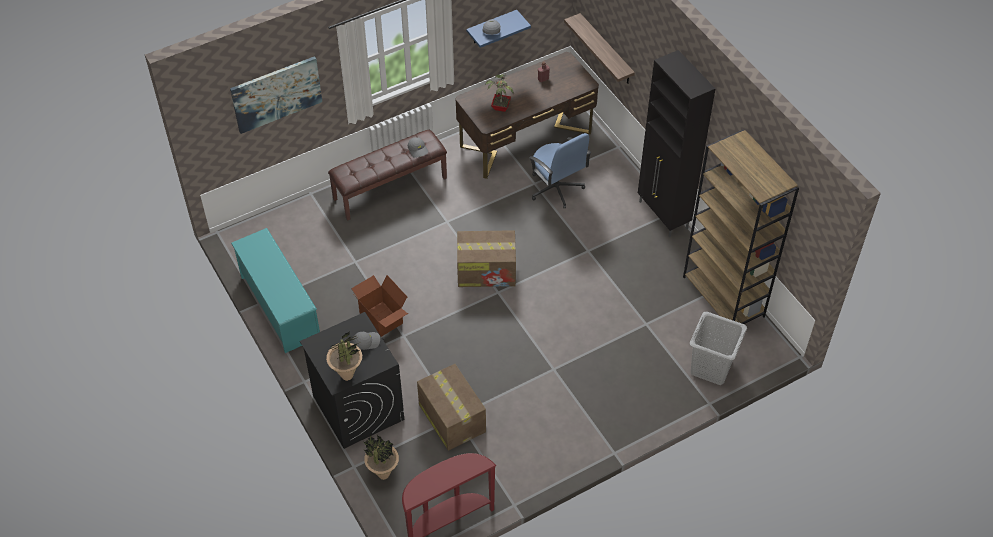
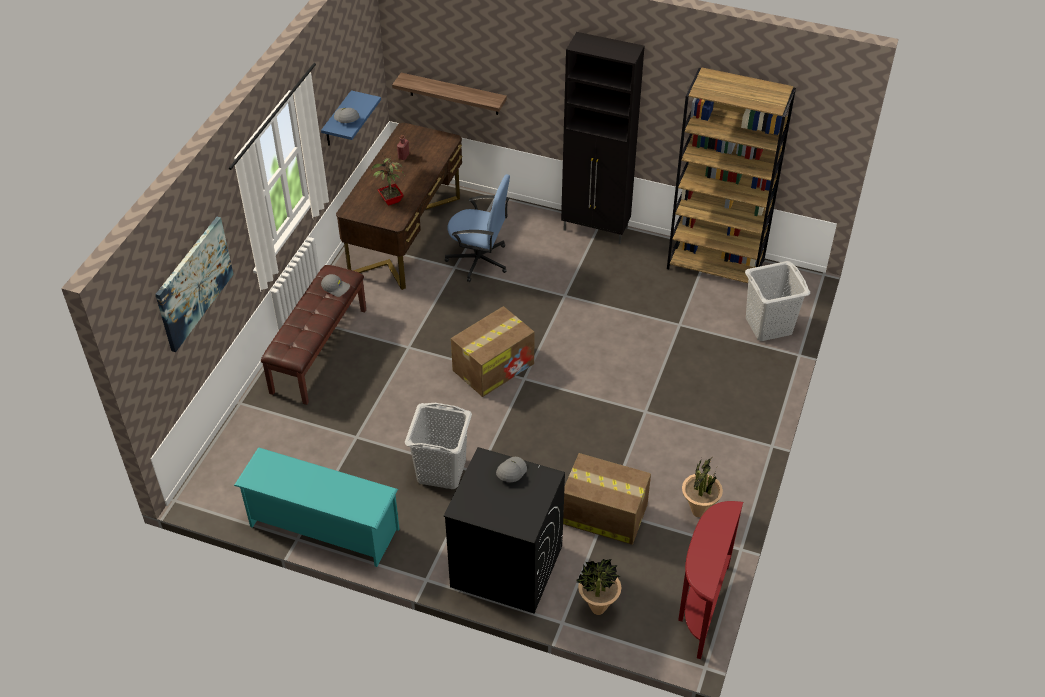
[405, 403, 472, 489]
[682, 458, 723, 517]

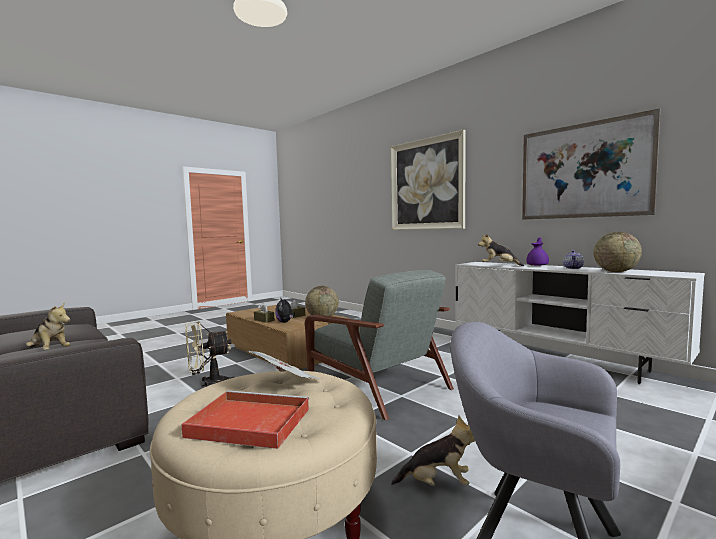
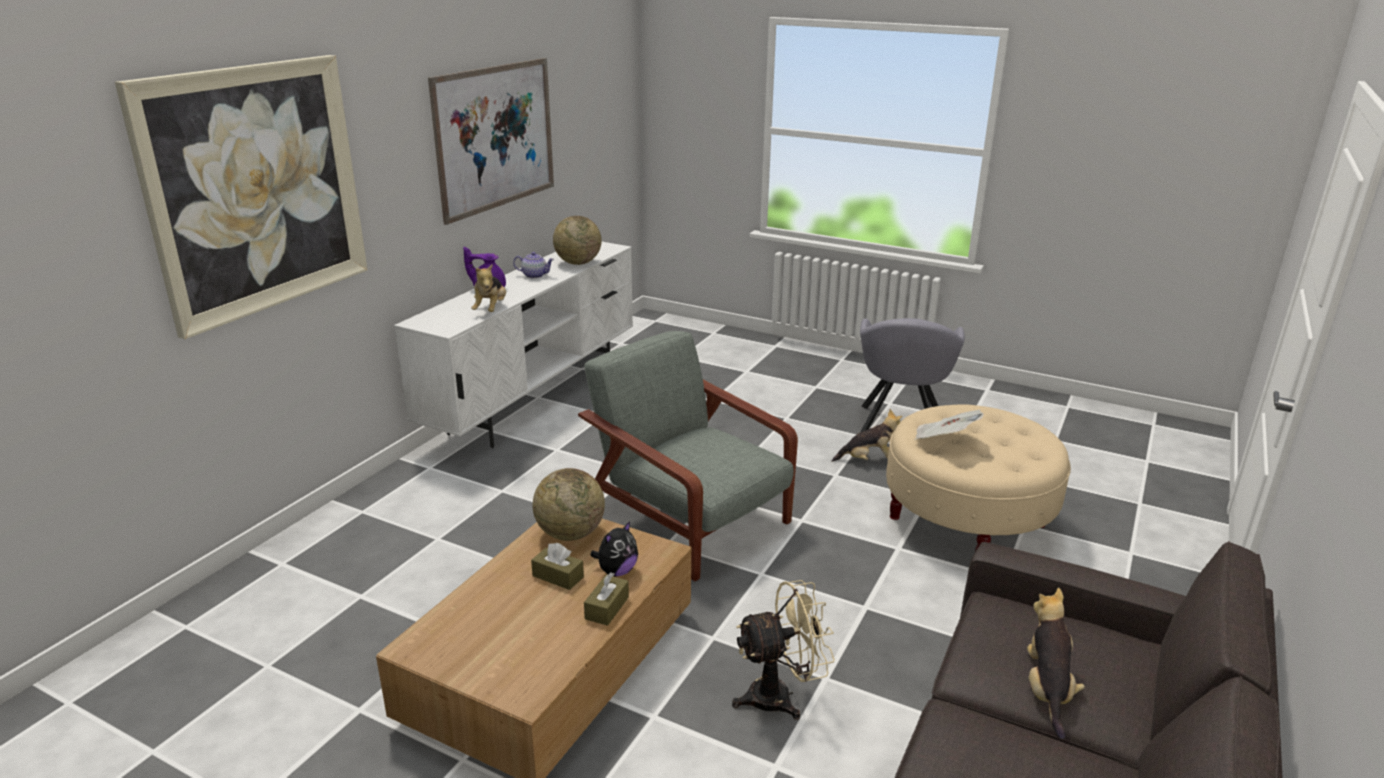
[578, 331, 798, 581]
[732, 580, 835, 720]
[181, 390, 309, 449] (first image)
[832, 409, 903, 462]

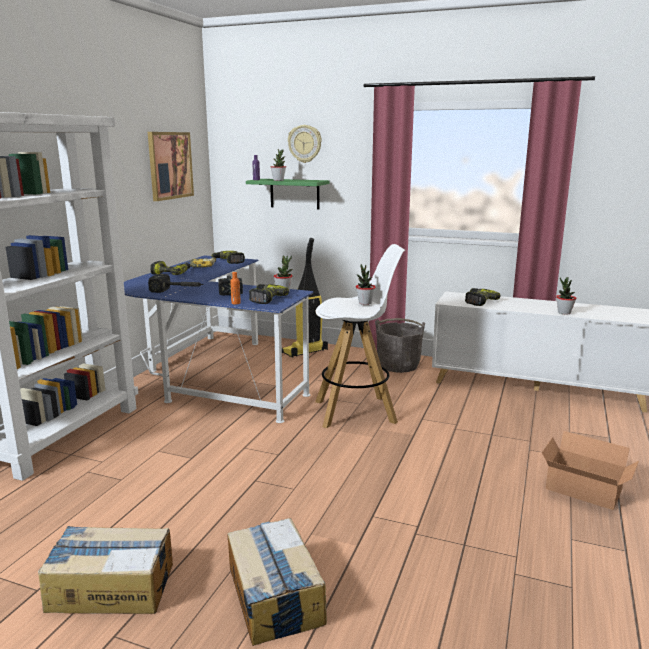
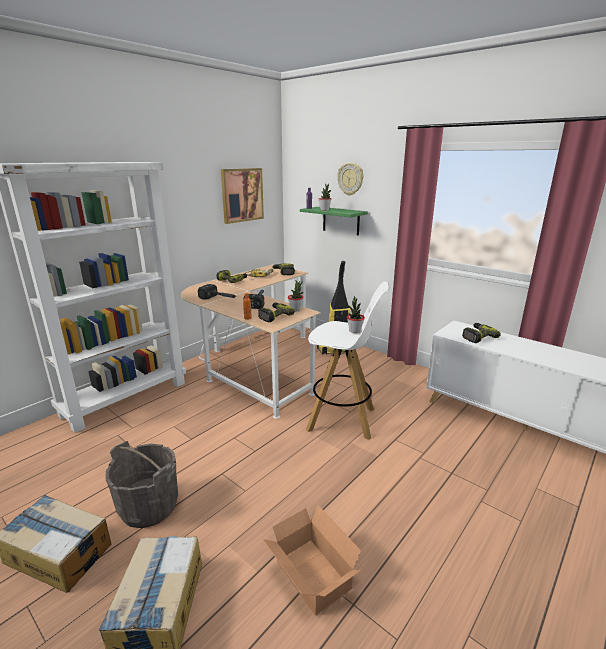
[181, 265, 321, 419]
[556, 277, 576, 314] (first image)
[105, 441, 178, 528]
[263, 505, 361, 616]

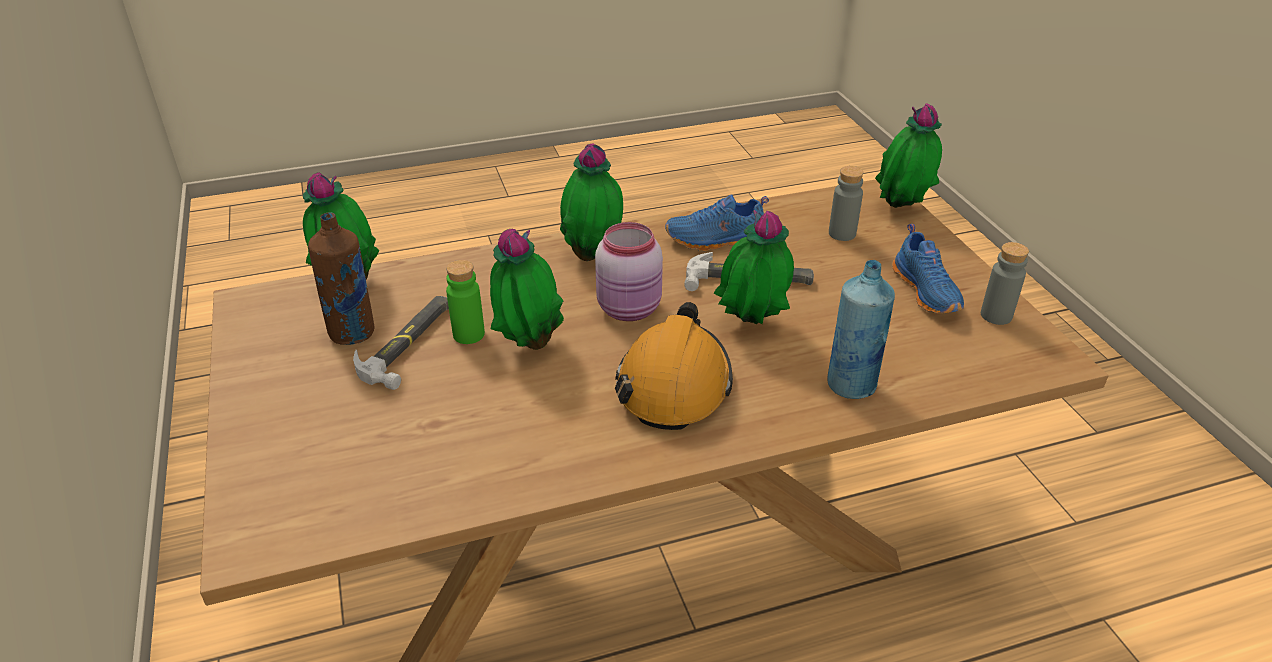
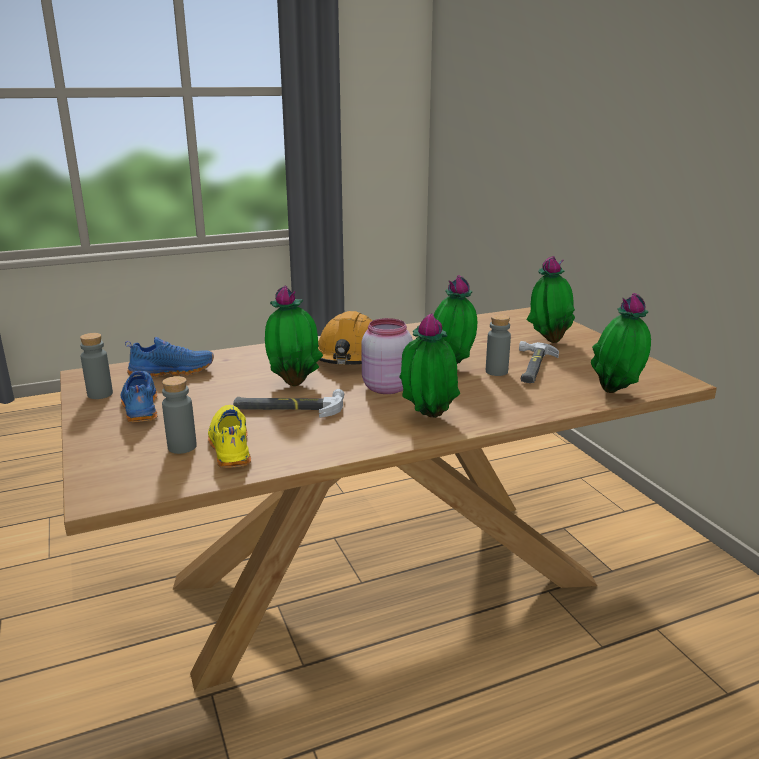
[527, 256, 575, 343]
[125, 337, 214, 377]
[308, 213, 374, 345] (first image)
[486, 314, 511, 376]
[827, 260, 895, 399] (first image)
[208, 405, 251, 468]

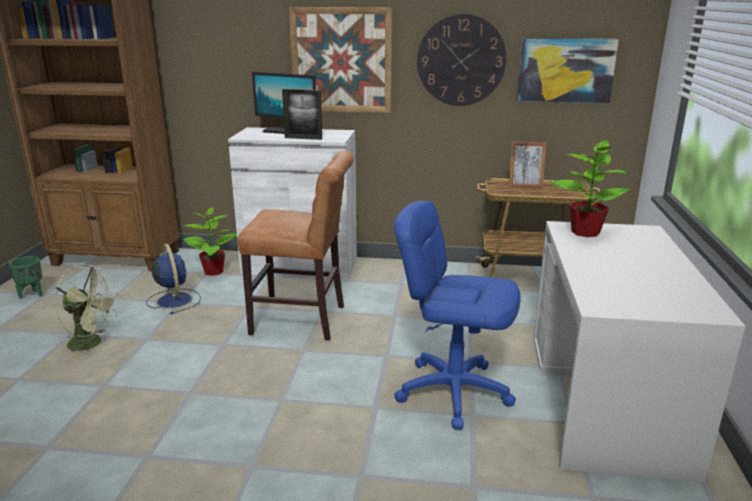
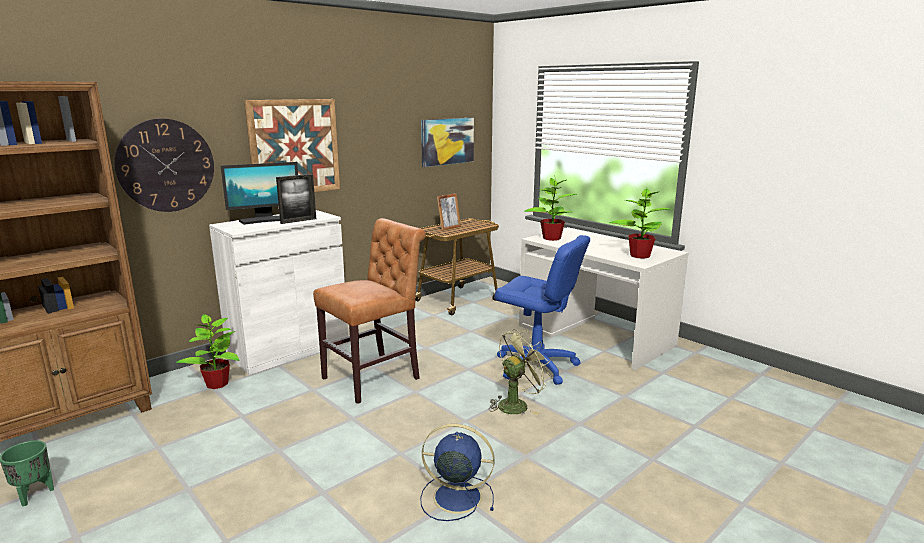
[114, 118, 214, 212]
[494, 235, 590, 385]
[420, 424, 495, 521]
[489, 329, 553, 415]
[609, 186, 670, 259]

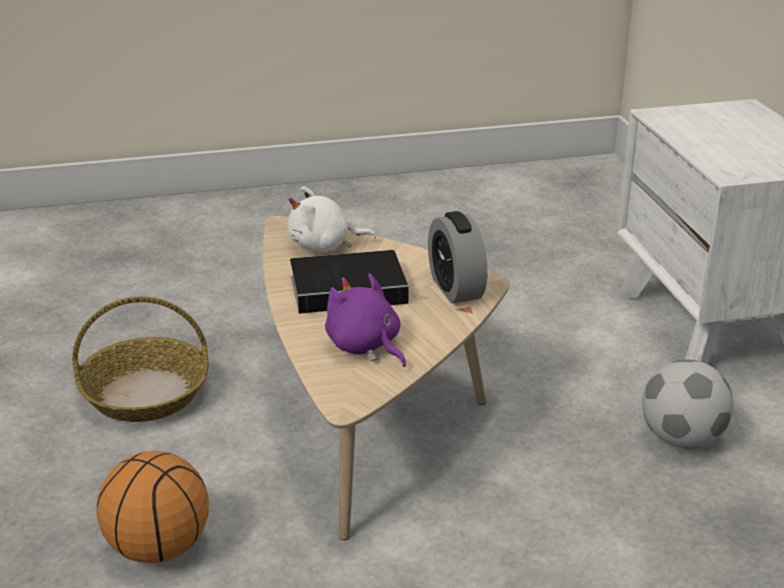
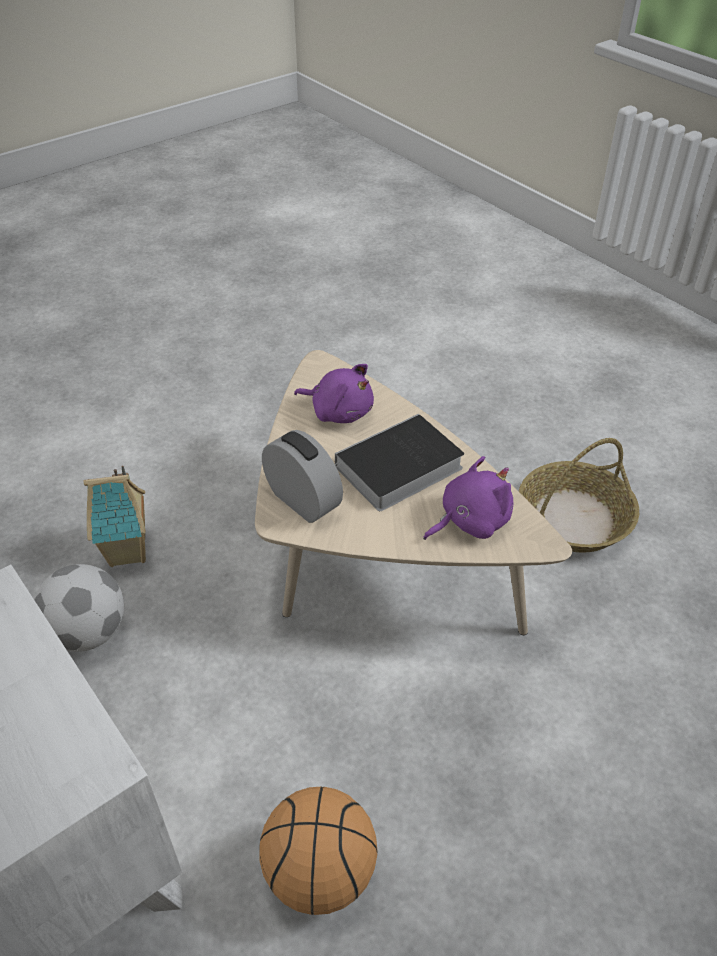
[423, 456, 513, 540]
[259, 786, 378, 915]
[84, 466, 146, 567]

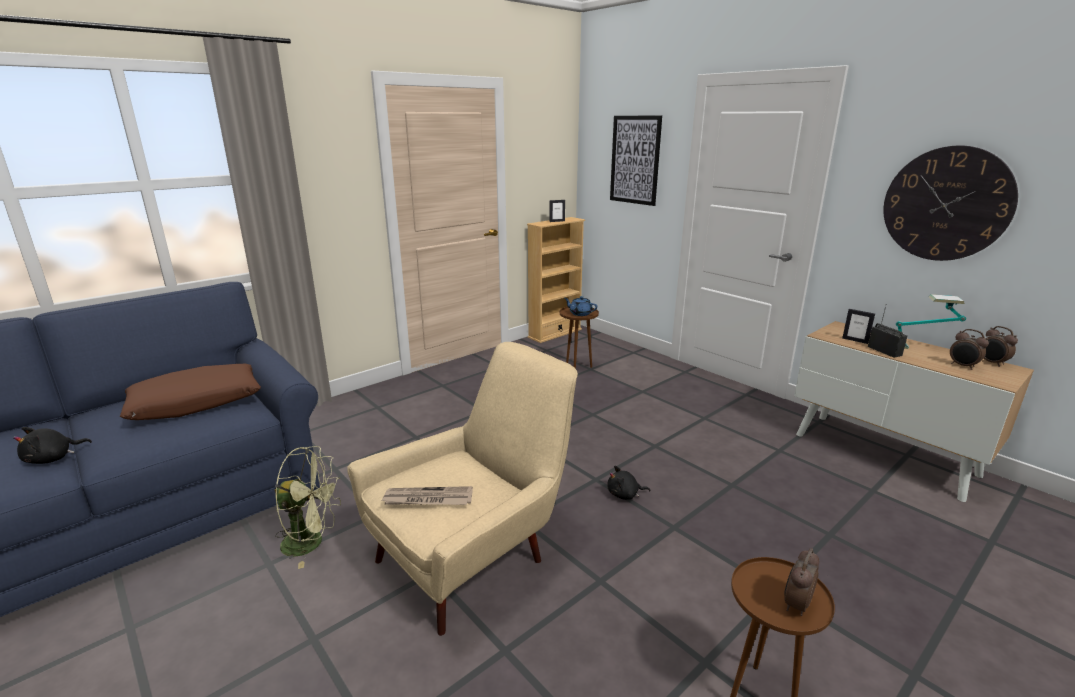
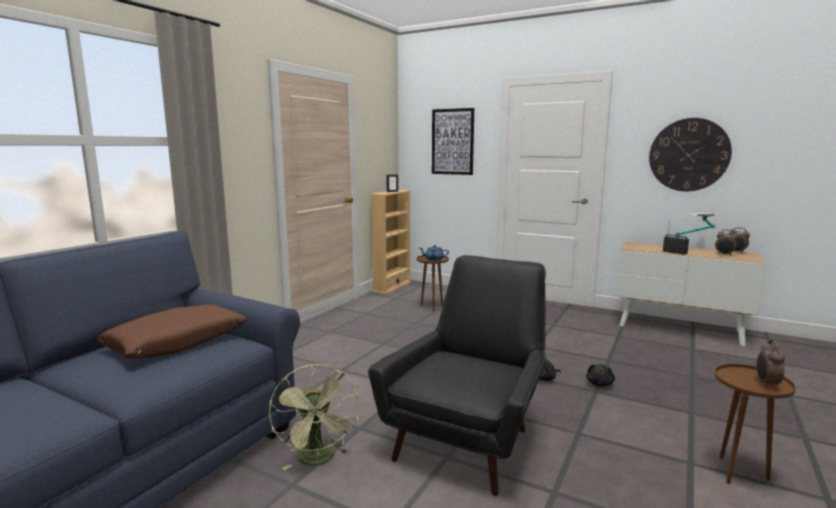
[842, 309, 875, 344] (first image)
[368, 255, 546, 496]
[586, 364, 615, 387]
[269, 364, 358, 470]
[381, 486, 473, 505] (first image)

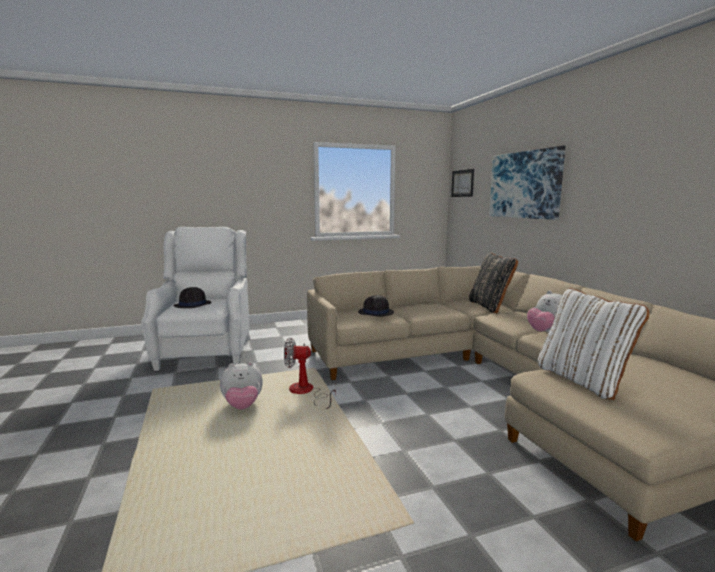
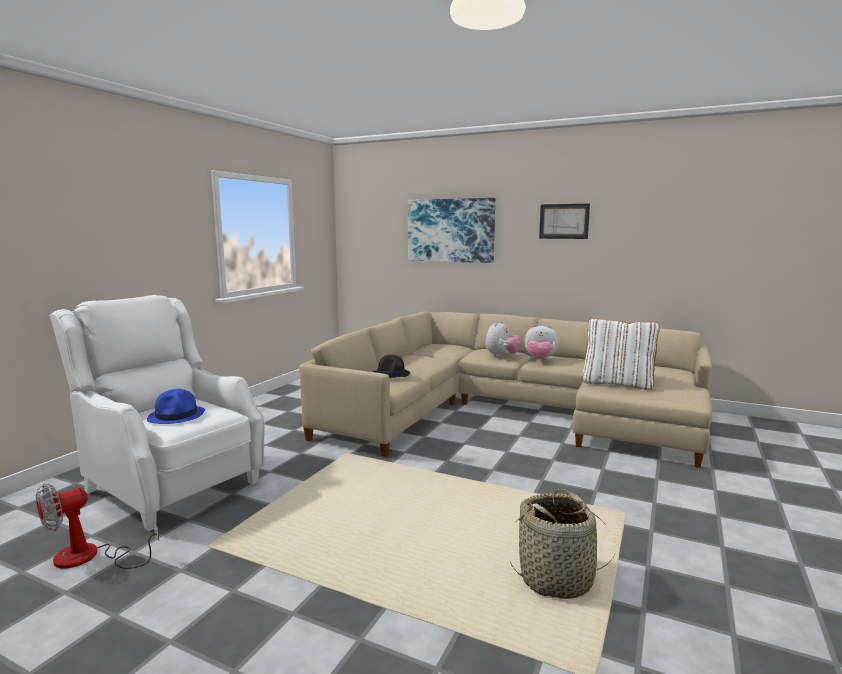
[539, 204, 590, 239]
[469, 253, 518, 313] (first image)
[147, 389, 205, 424]
[36, 484, 159, 569]
[486, 321, 521, 357]
[510, 489, 616, 599]

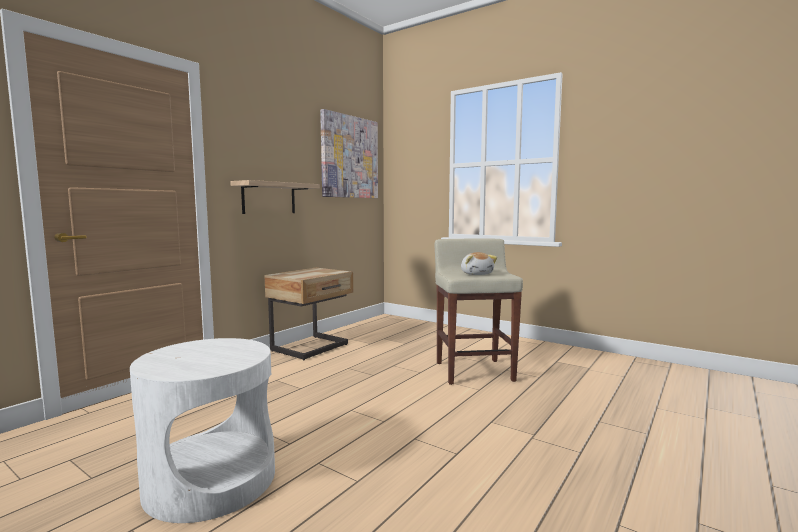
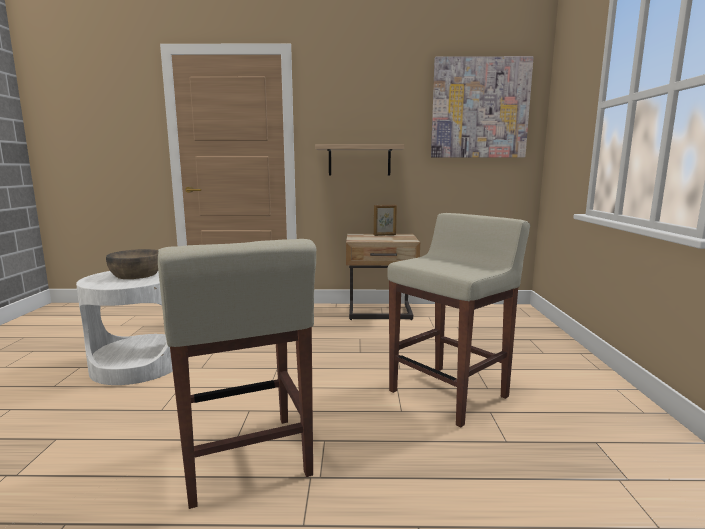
[461, 252, 497, 275] (first image)
[374, 205, 397, 236]
[158, 239, 316, 509]
[106, 249, 158, 279]

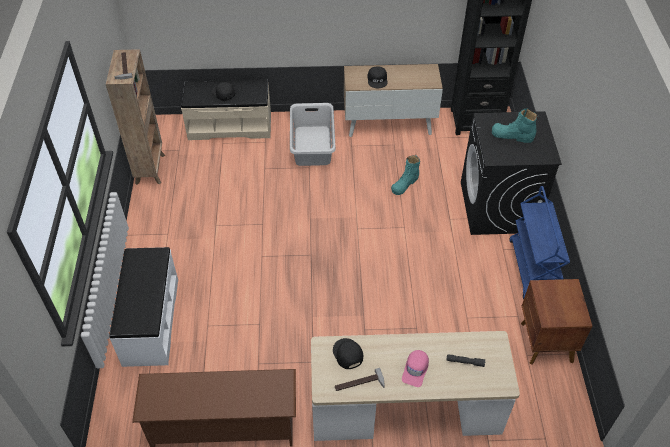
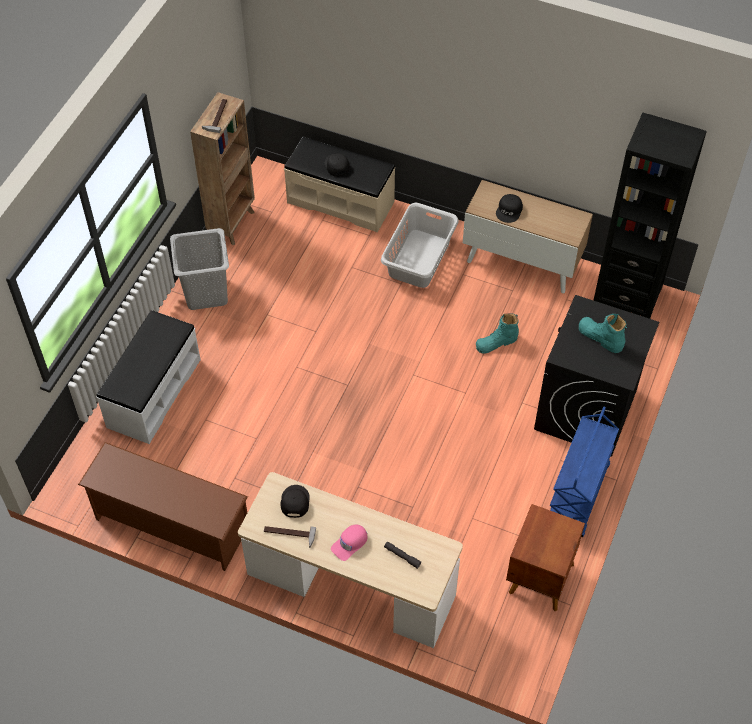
[170, 228, 229, 310]

